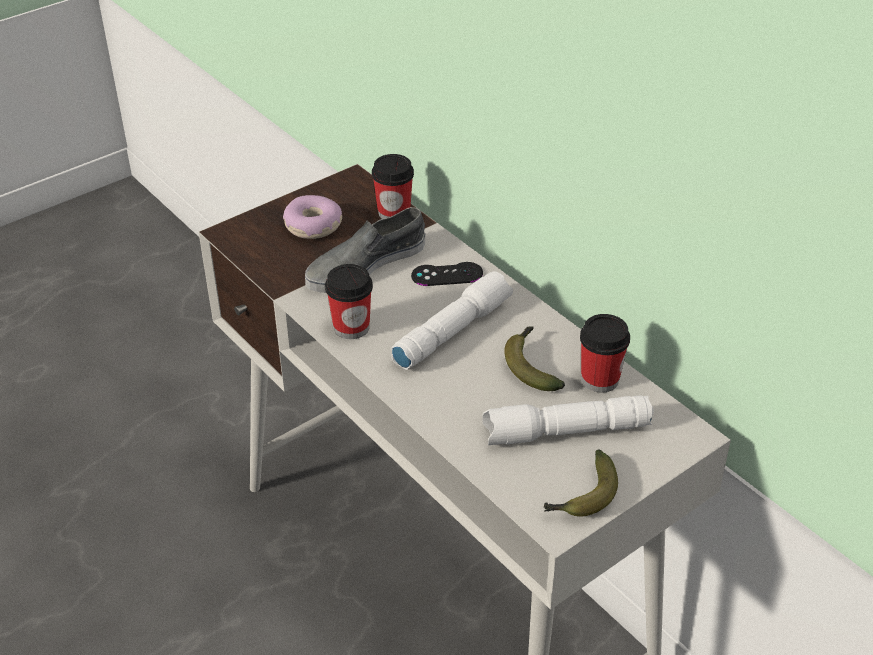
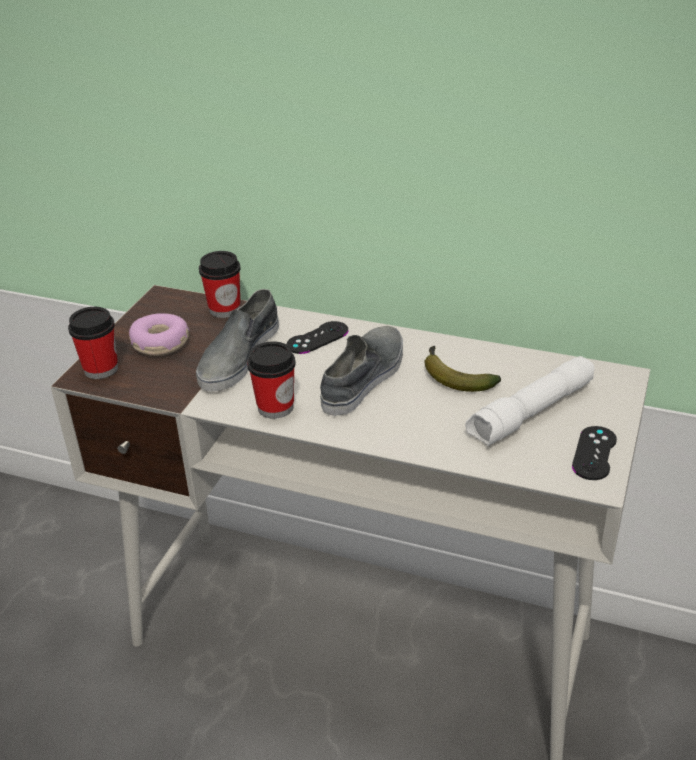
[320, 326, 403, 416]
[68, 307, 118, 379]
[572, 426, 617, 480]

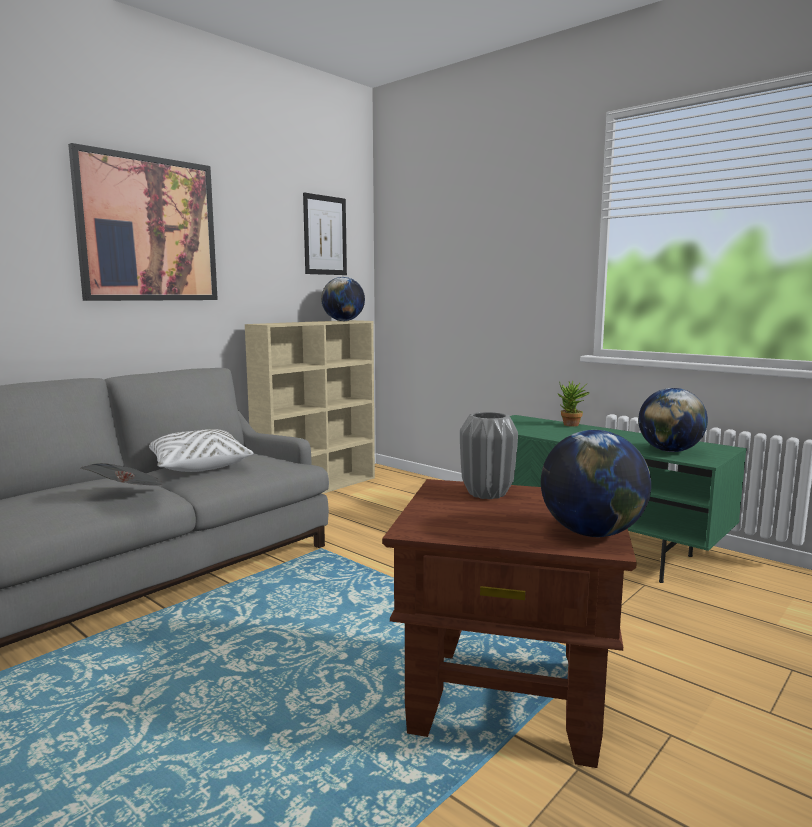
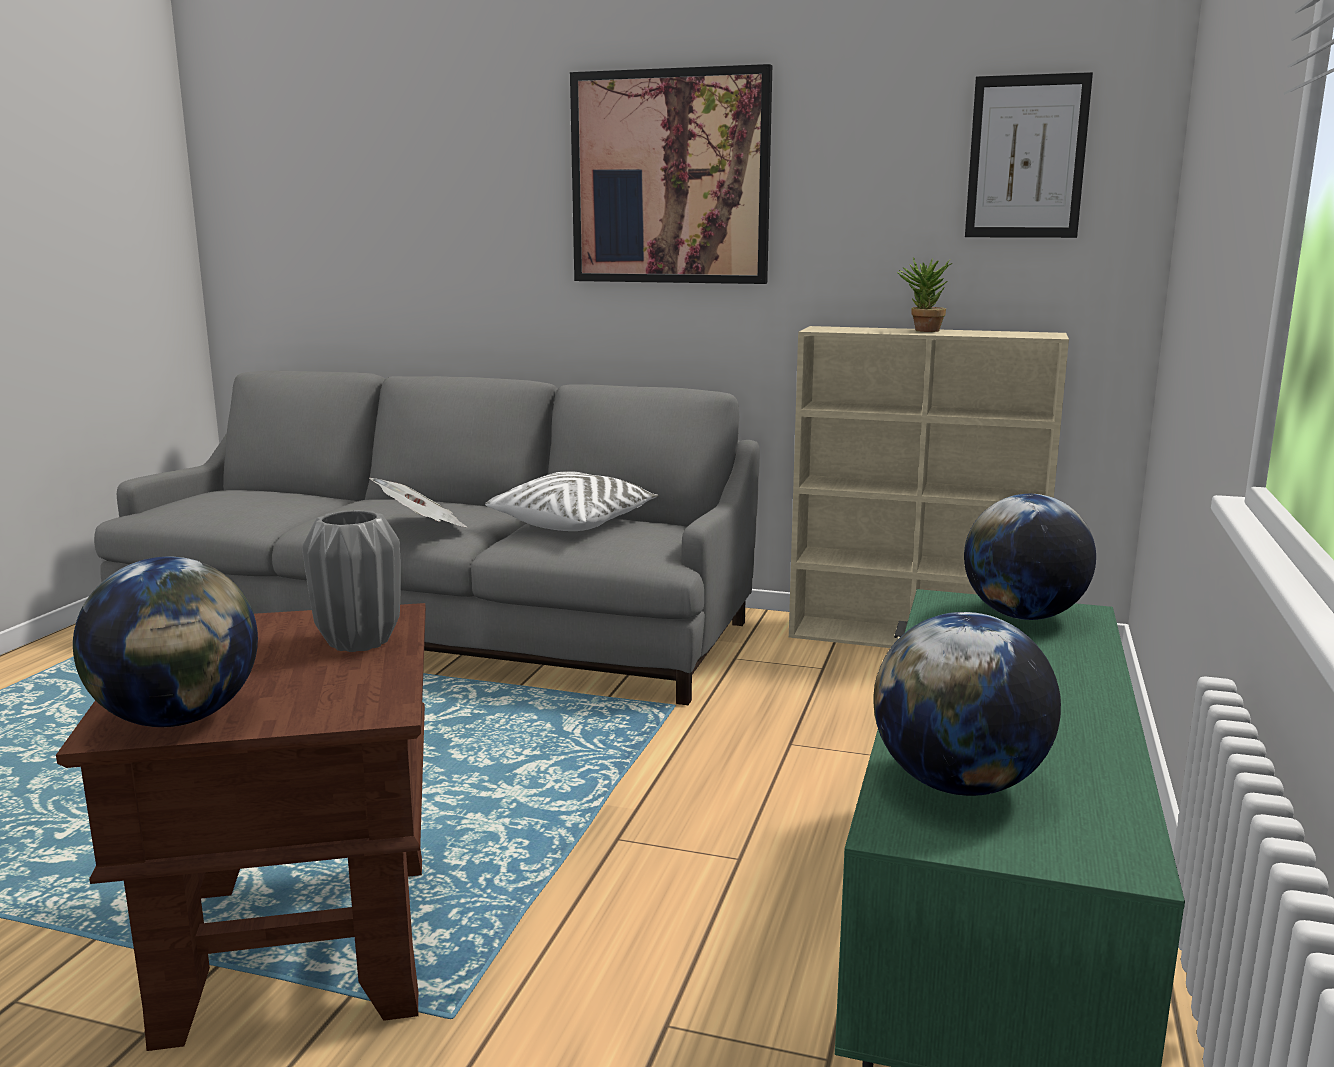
[964, 494, 1096, 620]
[897, 258, 952, 332]

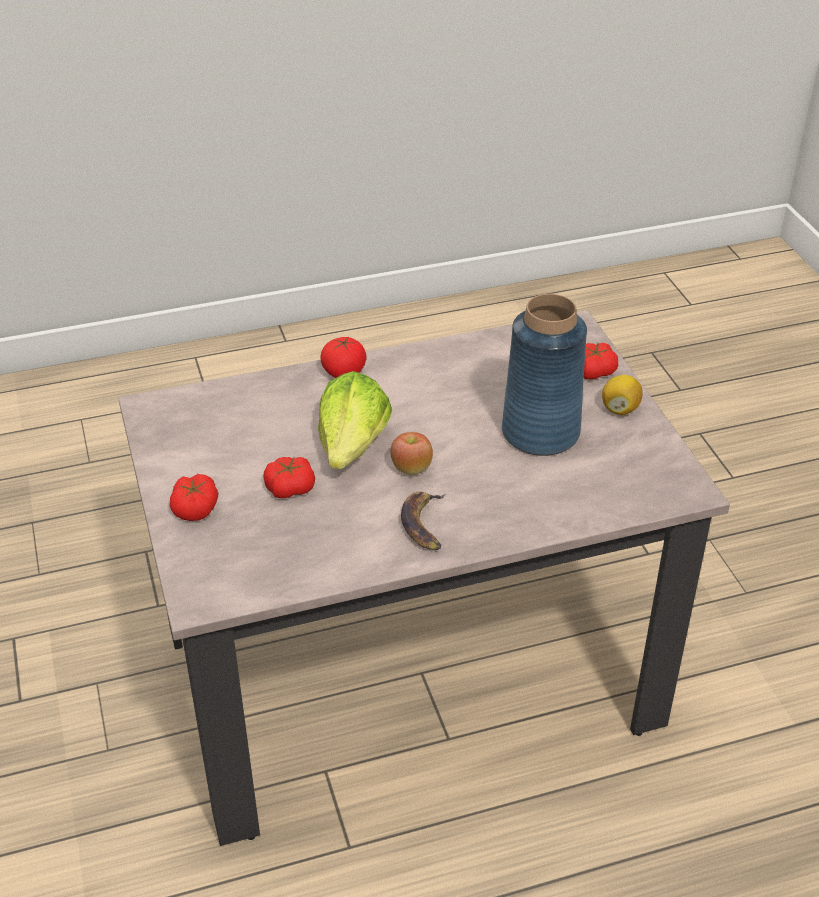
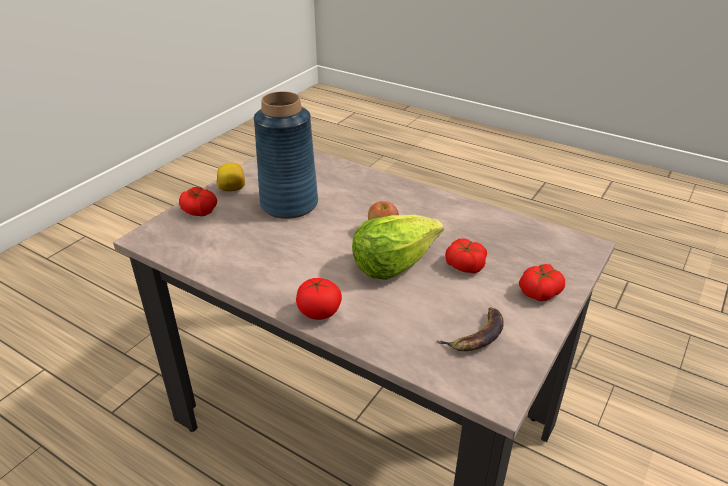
[437, 307, 504, 351]

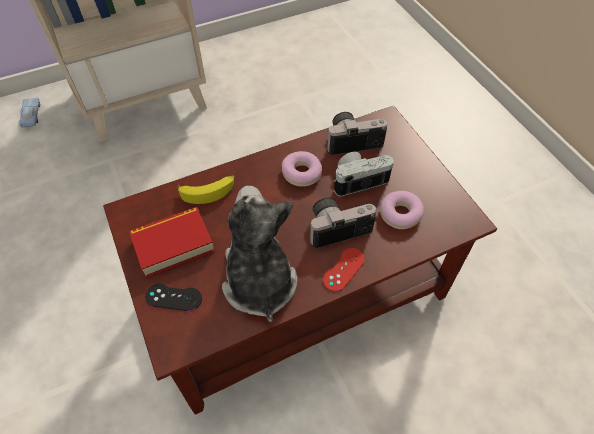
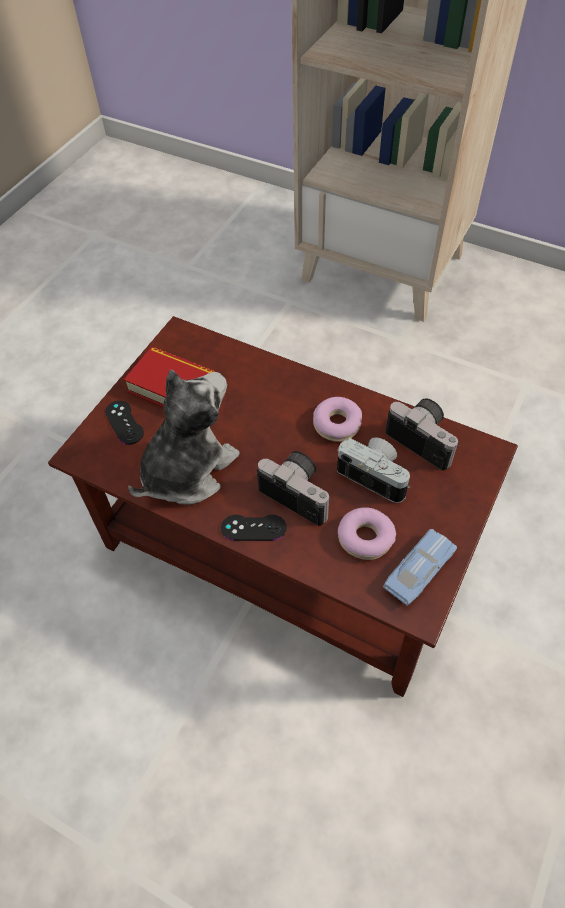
[383, 529, 457, 606]
[176, 175, 234, 204] (first image)
[221, 515, 287, 541]

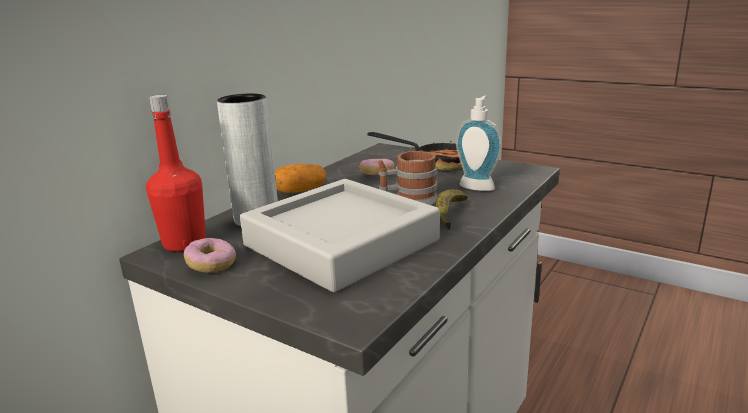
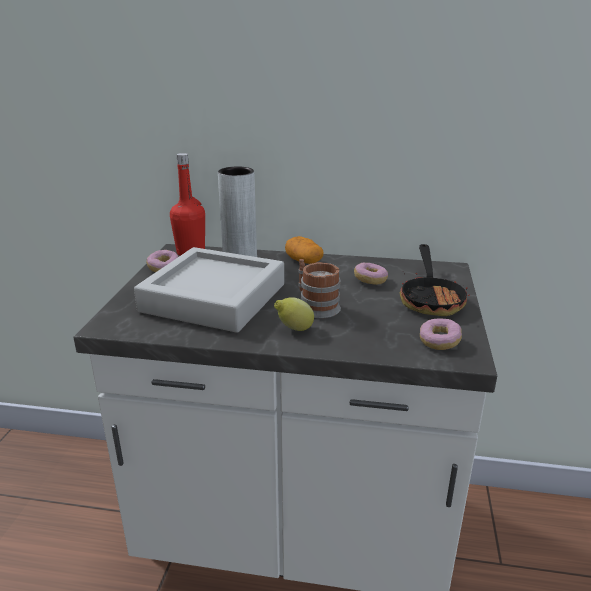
[456, 96, 502, 191] (first image)
[274, 297, 314, 331]
[420, 318, 462, 350]

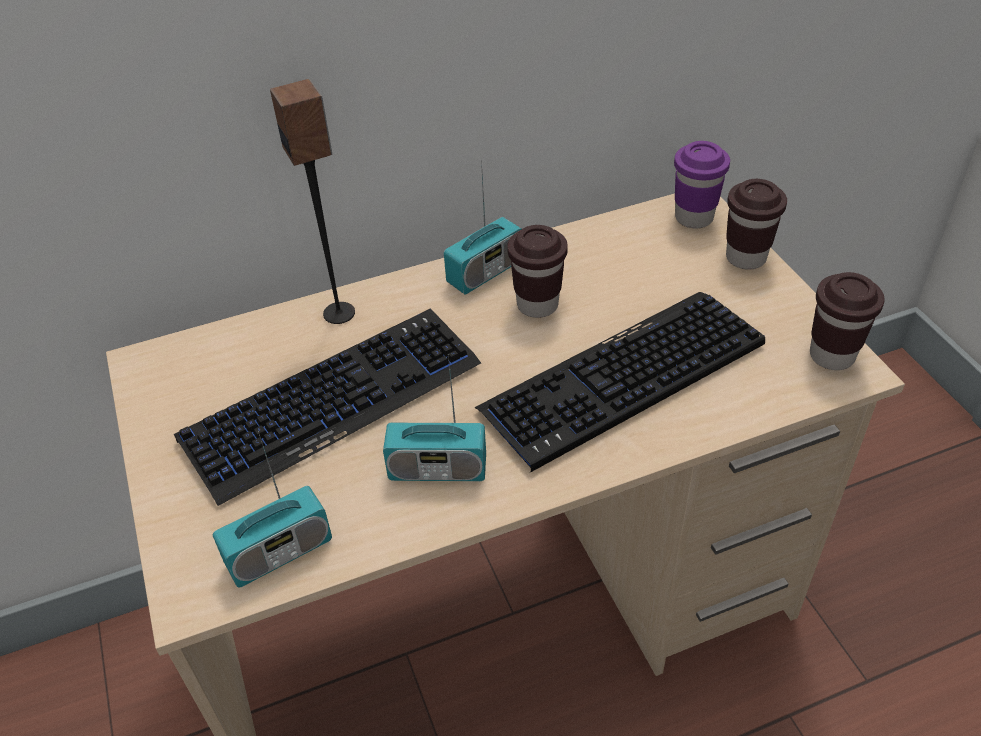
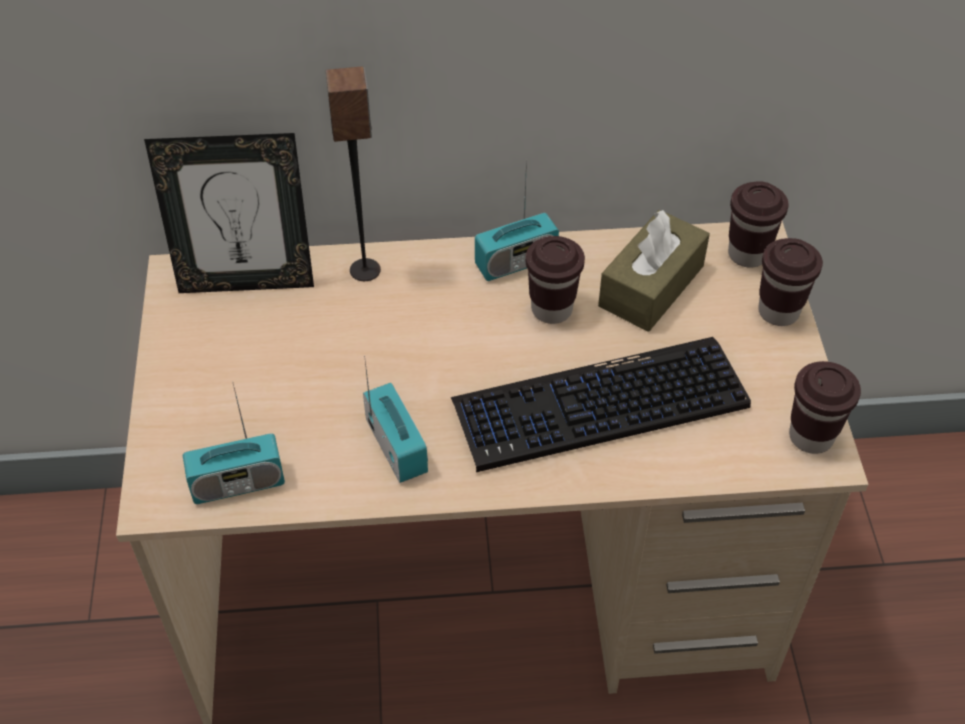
[728, 181, 789, 268]
[174, 309, 481, 506] (first image)
[363, 361, 428, 483]
[144, 133, 314, 293]
[598, 210, 710, 332]

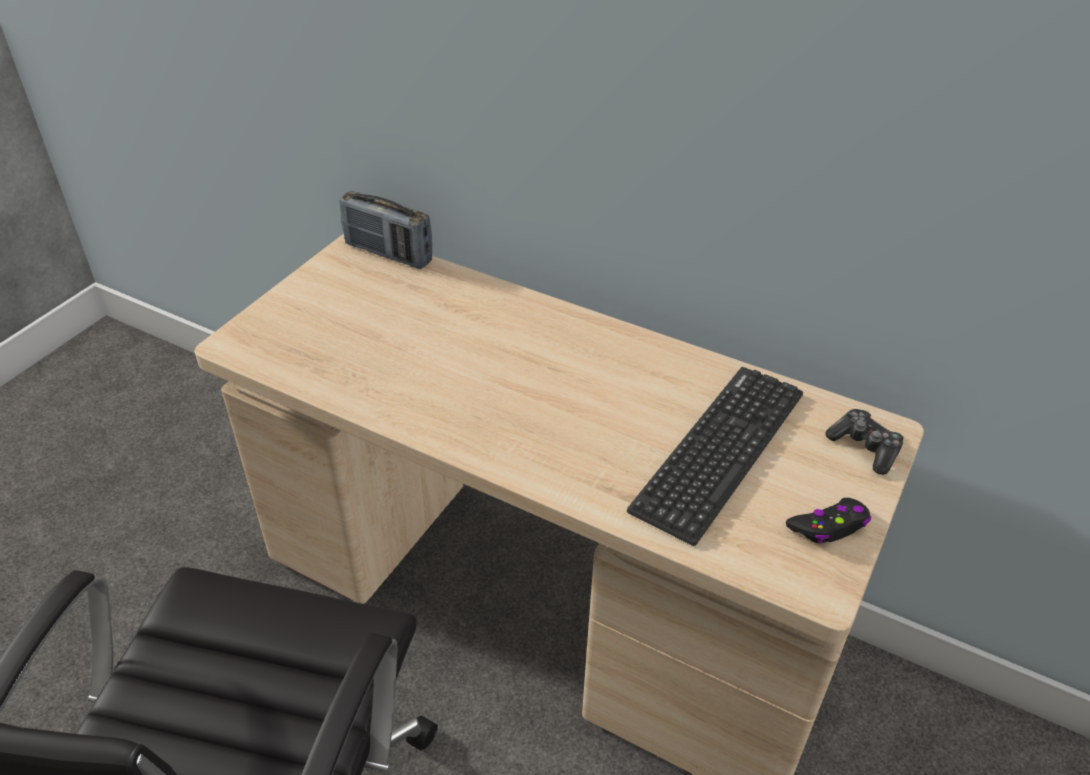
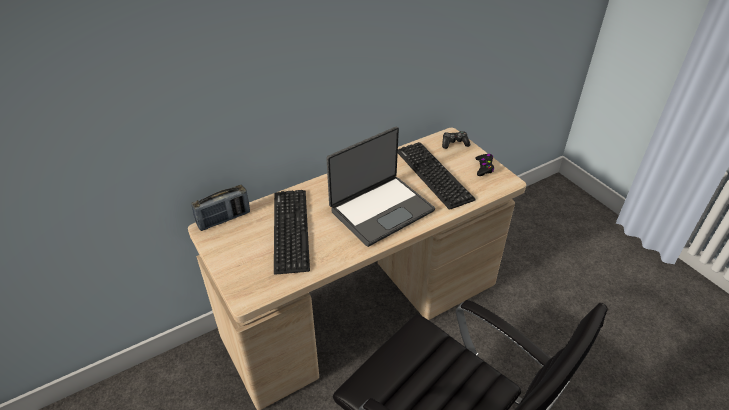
[326, 127, 435, 247]
[274, 190, 310, 275]

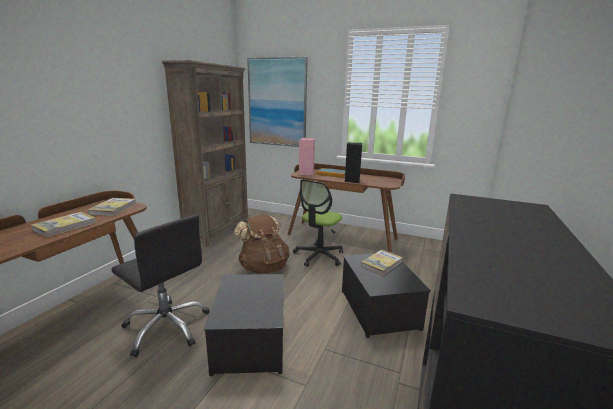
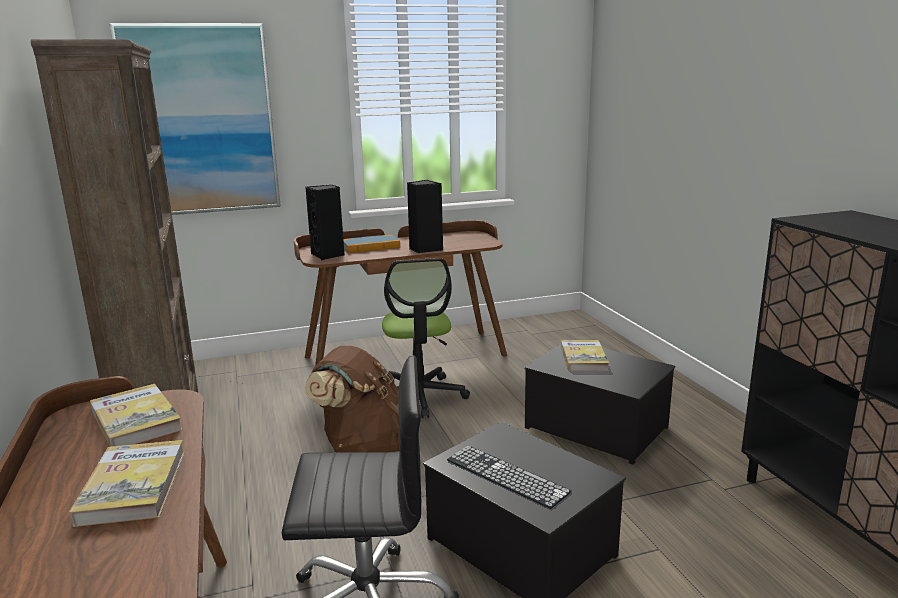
[305, 185, 345, 260]
[447, 446, 572, 509]

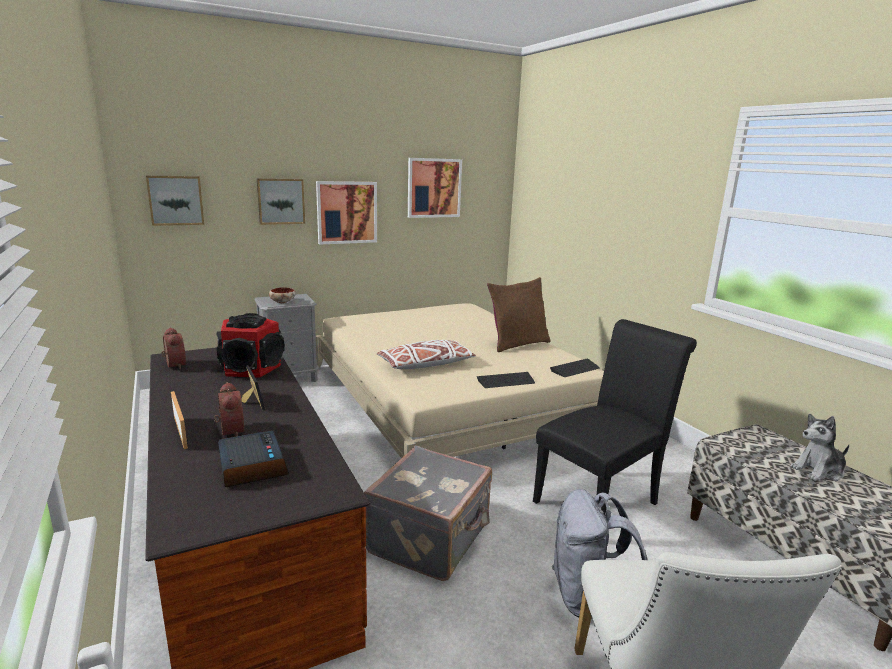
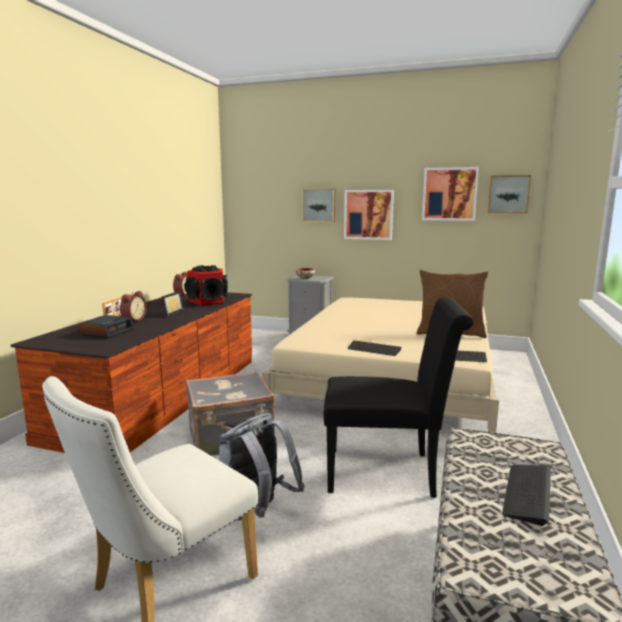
[488, 175, 531, 213]
[376, 340, 476, 369] (first image)
[502, 465, 551, 526]

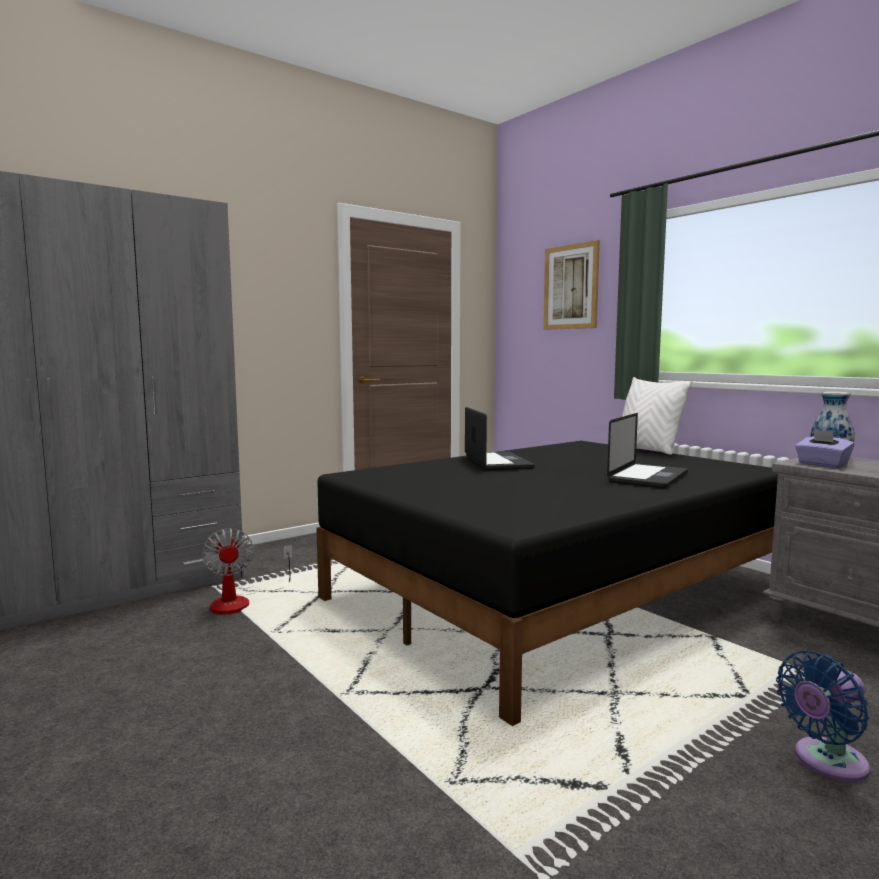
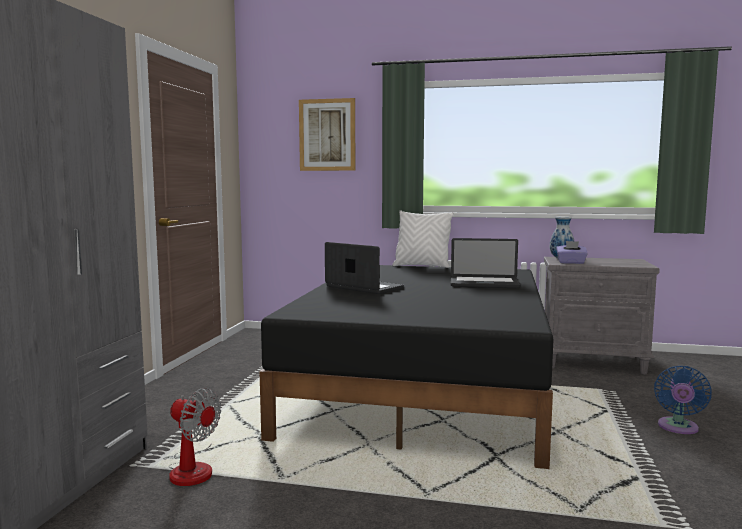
[451, 238, 520, 288]

